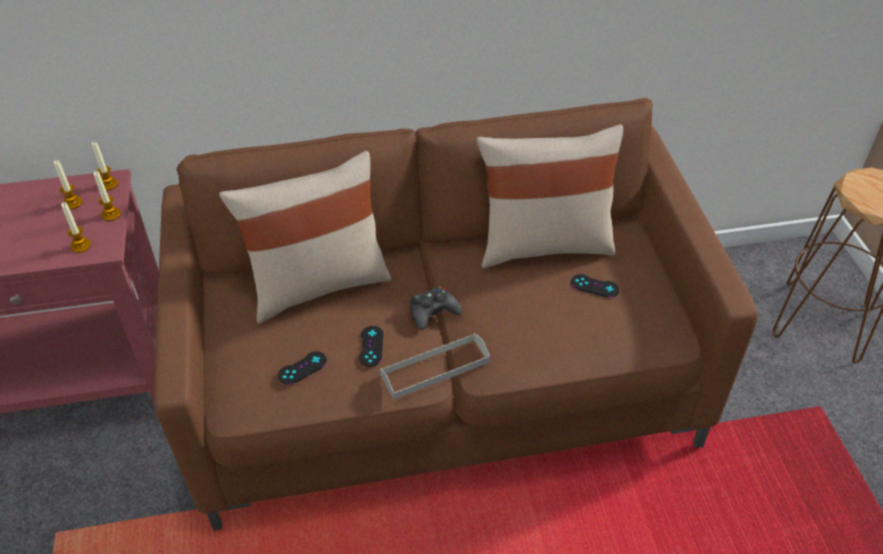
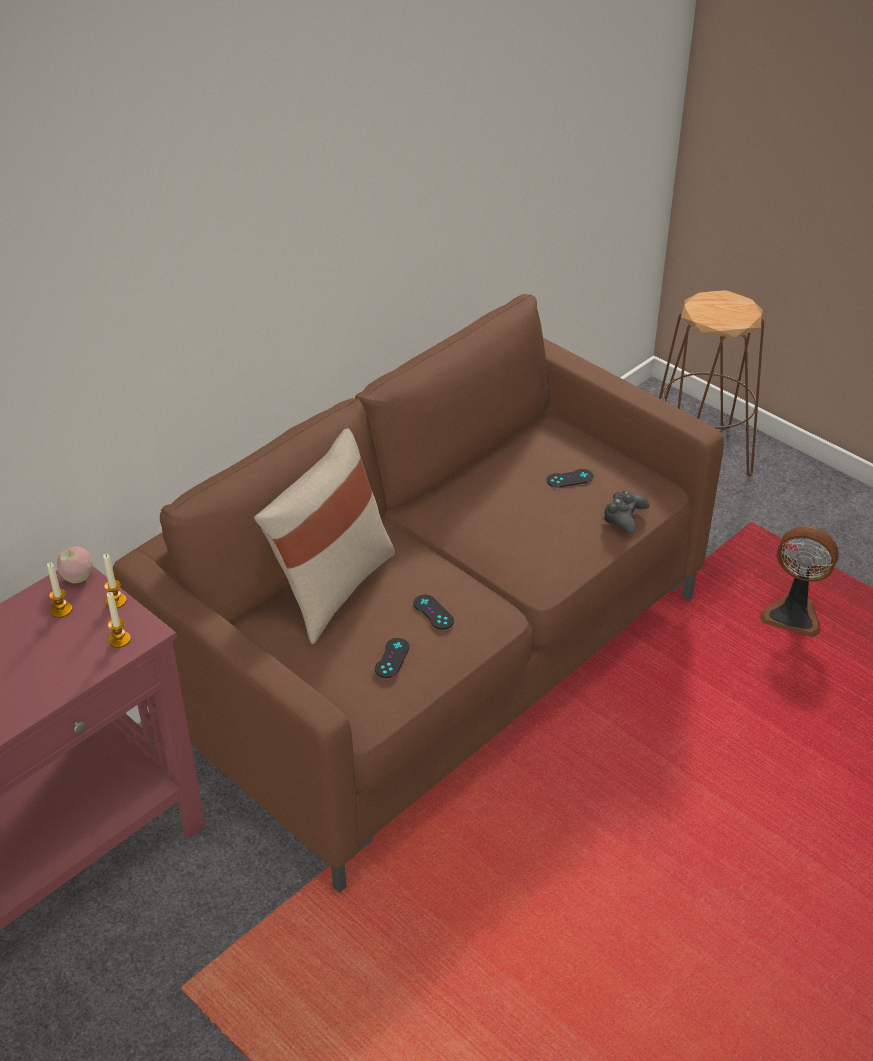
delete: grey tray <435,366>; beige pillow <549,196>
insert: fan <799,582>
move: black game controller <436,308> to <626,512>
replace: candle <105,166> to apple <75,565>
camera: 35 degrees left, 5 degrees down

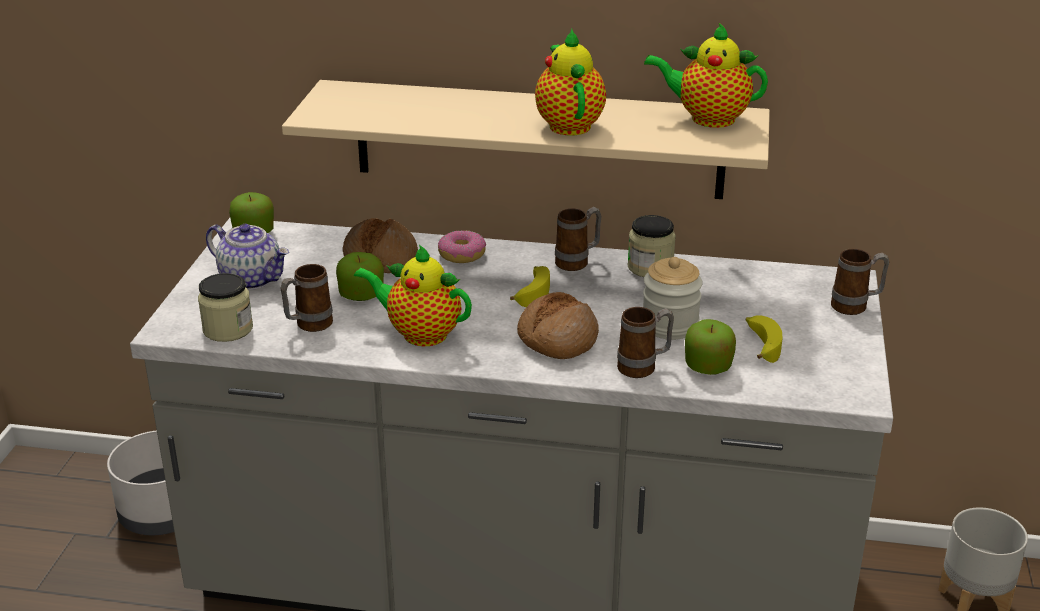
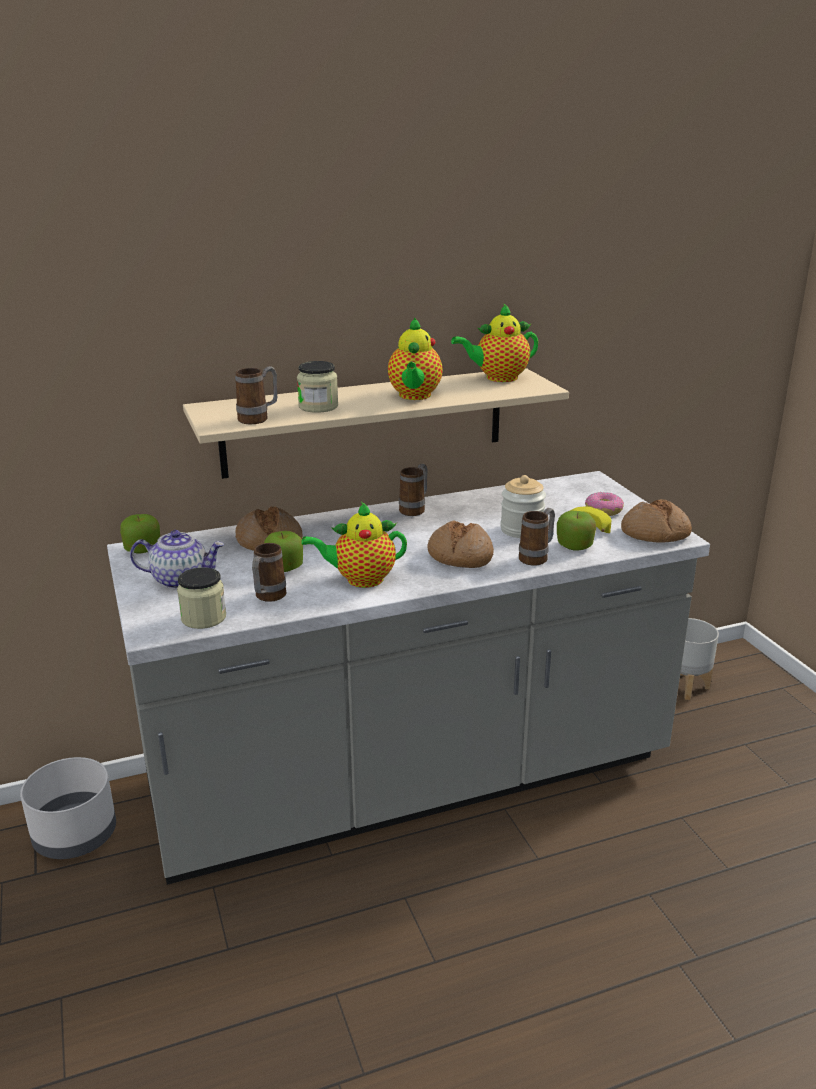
delete: banana <530,286>
insert: bread <656,521>
move: donut <462,247> to <604,504>; jar <652,246> to <317,387>; mug <860,282> to <256,395>
rotate: teapot <570,82> = <415,358> 135 degrees counterclockwise
camera: 30 degrees left, 5 degrees down

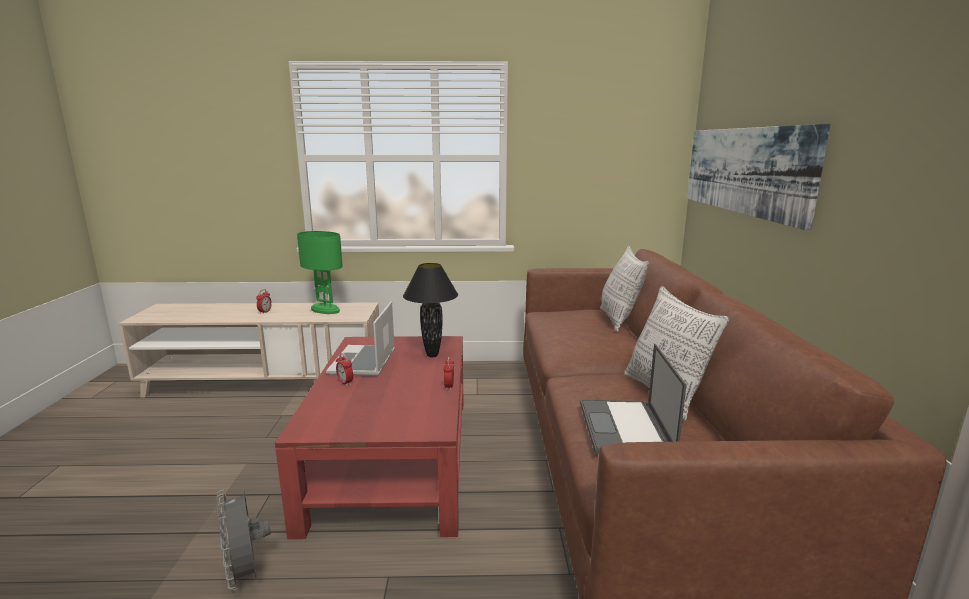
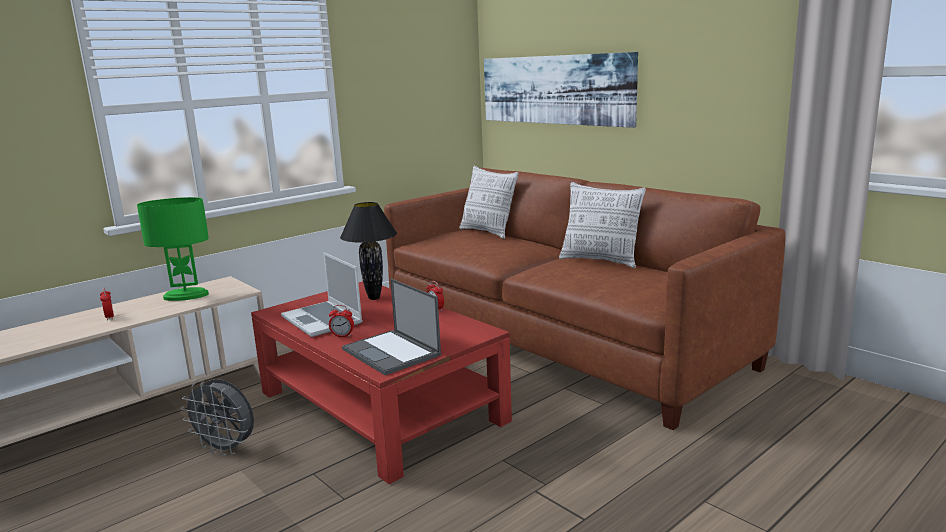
move: grey fan <243,540> to <217,417>; laptop <633,399> to <391,327>
camera: 40 degrees left, 0 degrees up

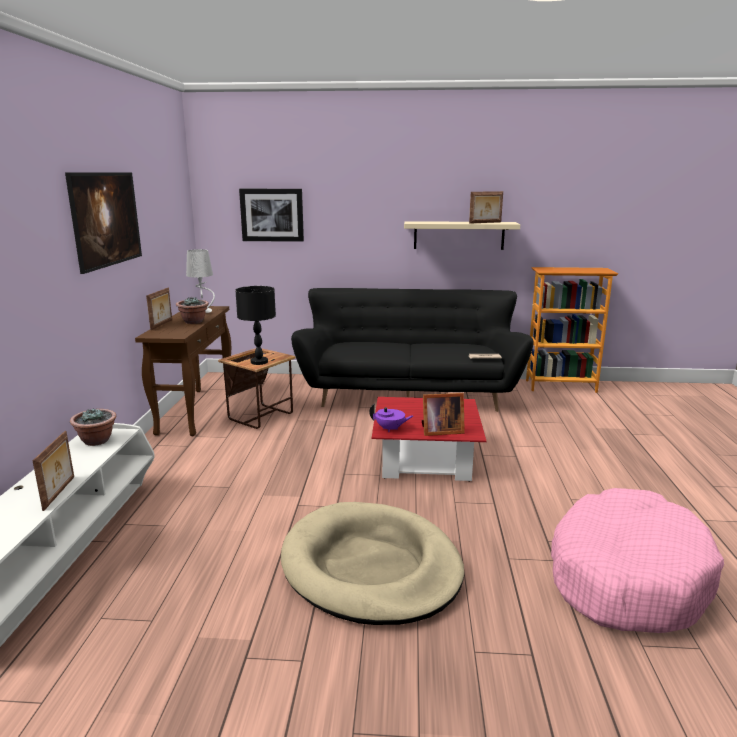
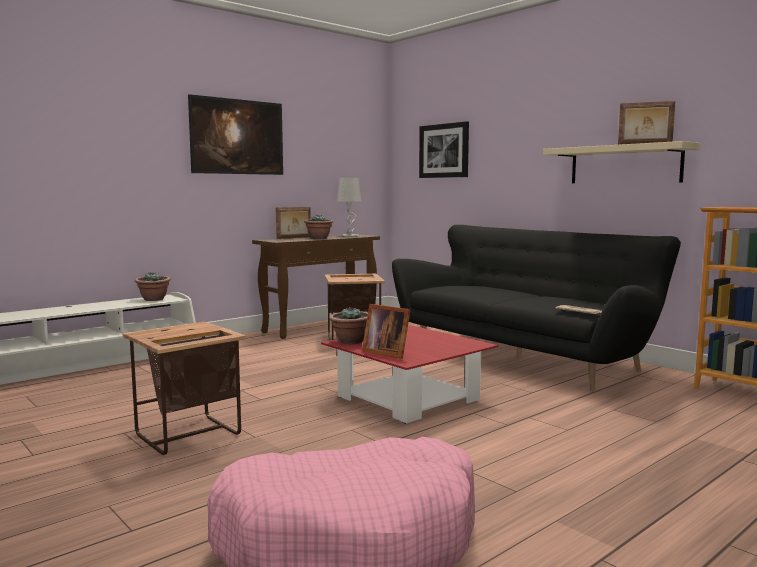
delete: picture frame <53,471>; black table lamp <255,325>
replace: beige dog bed <372,563> to side table <184,388>; purple teapot <391,417> to potted plant <348,325>
camera: 45 degrees right, 10 degrees down

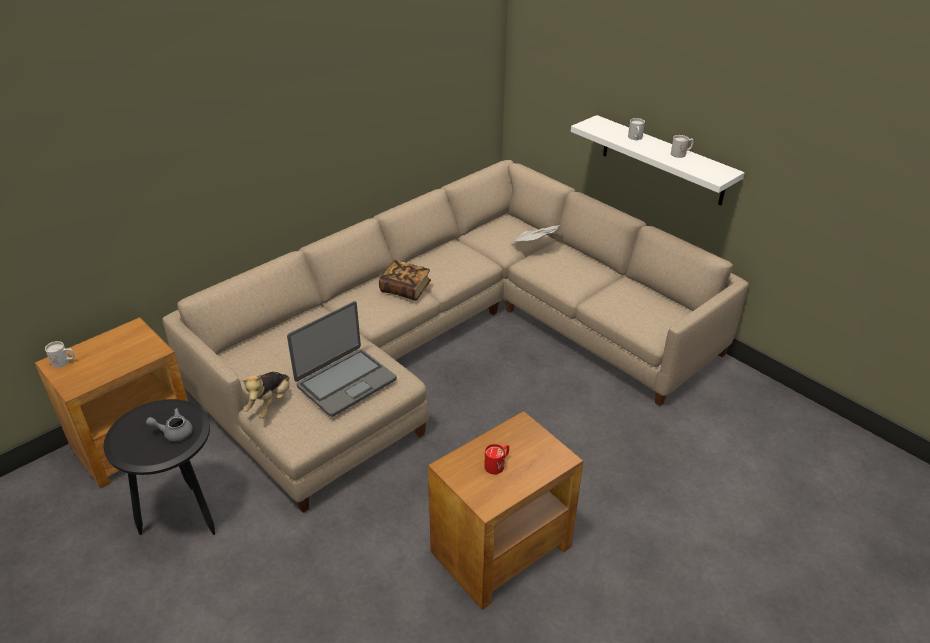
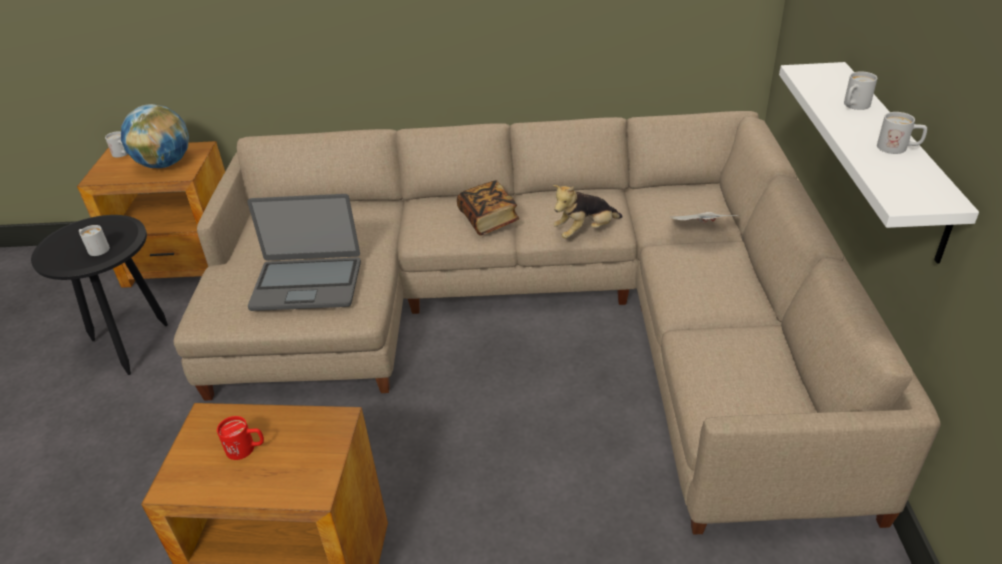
insert: globe <155,136>
move: plush toy <265,395> to <588,212>
replace: grey teapot <169,425> to white mug <94,240>
camera: 45 degrees right, 0 degrees up

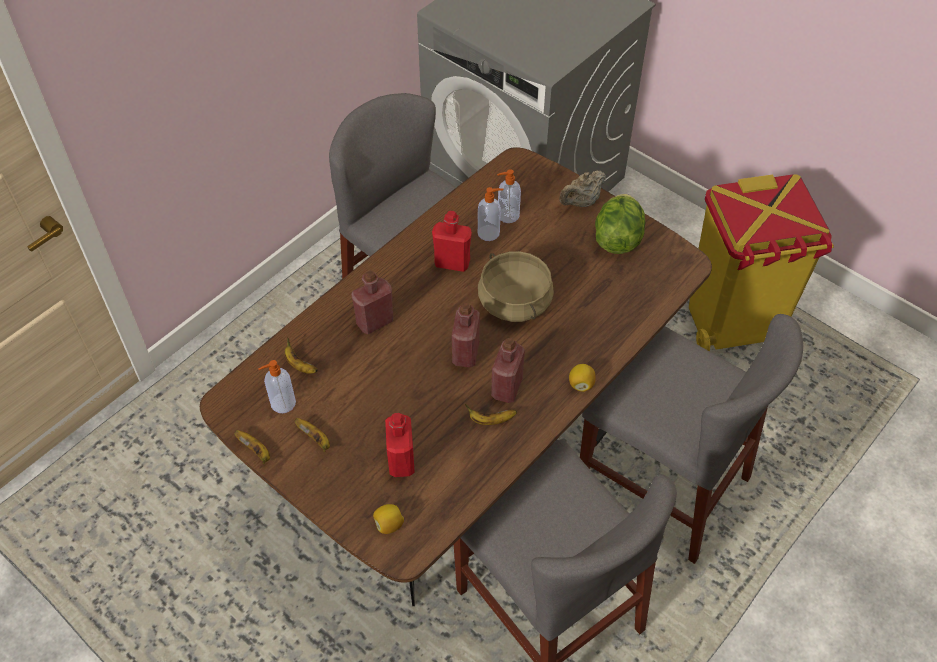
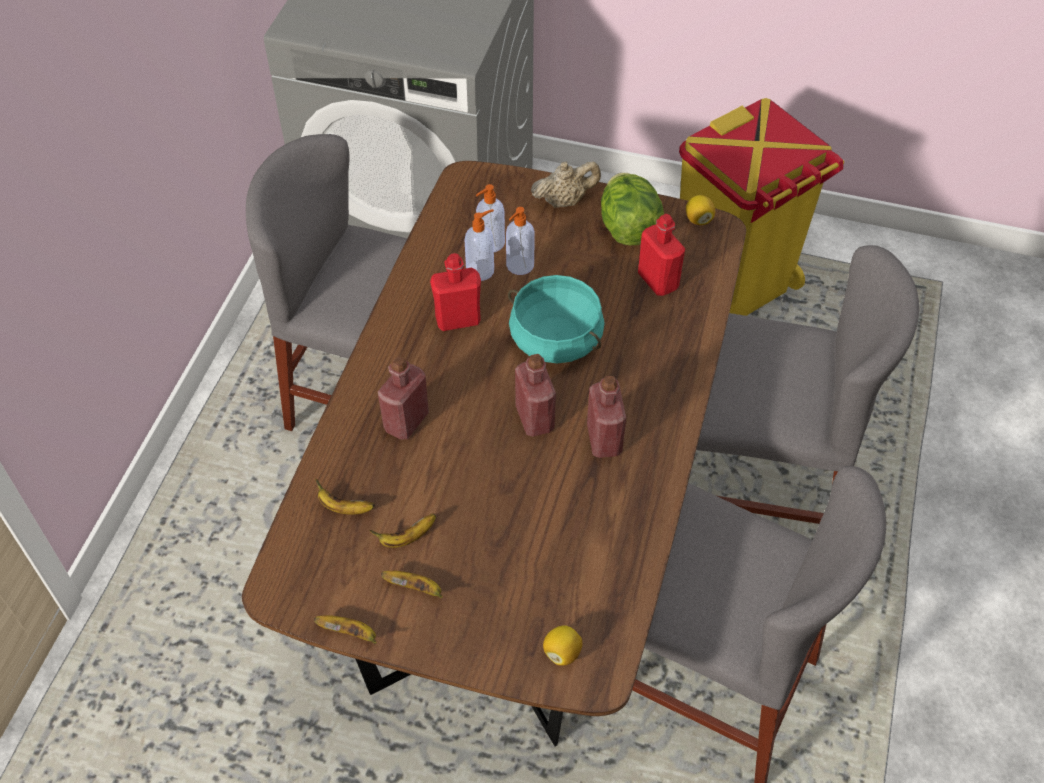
move: soap dispenser <277,386> to <520,241>; red bottle <400,445> to <661,255>; banana <491,414> to <402,530>; lemon <582,378> to <700,210>
recolor: beige cooking pot <516,286> to turquoise cooking pot <556,319>
rotate: beige teapot <582,189> = <566,184> 135 degrees counterclockwise
camera: 25 degrees left, 0 degrees up

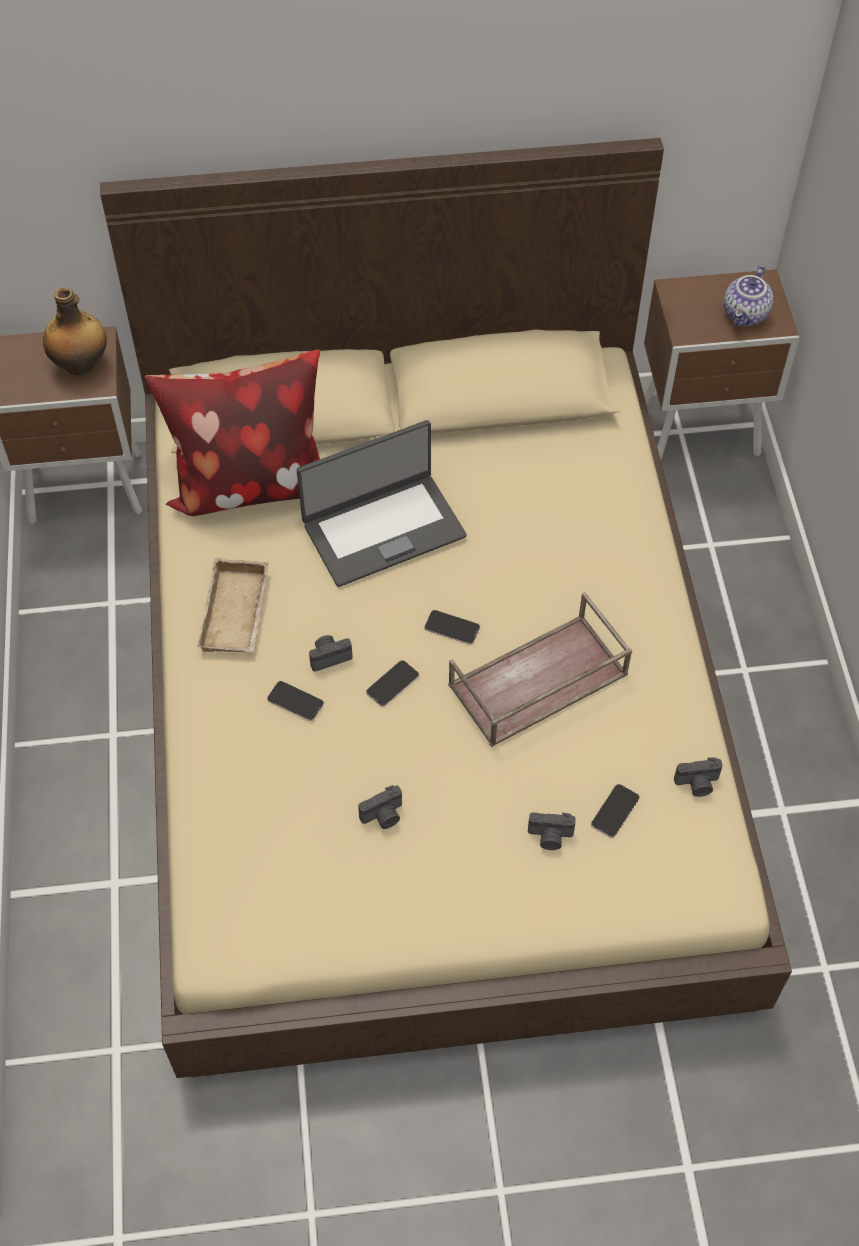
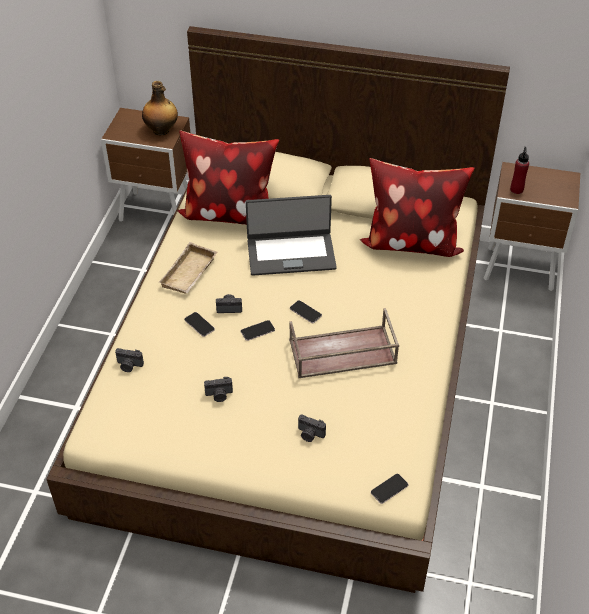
delete: teapot <748,296>
insert: pillow <417,207>; red bottle <519,170>
move: phone <615,811> to <389,489>; photo camera <698,777> to <129,360>
camera: 20 degrees right, 10 degrees down

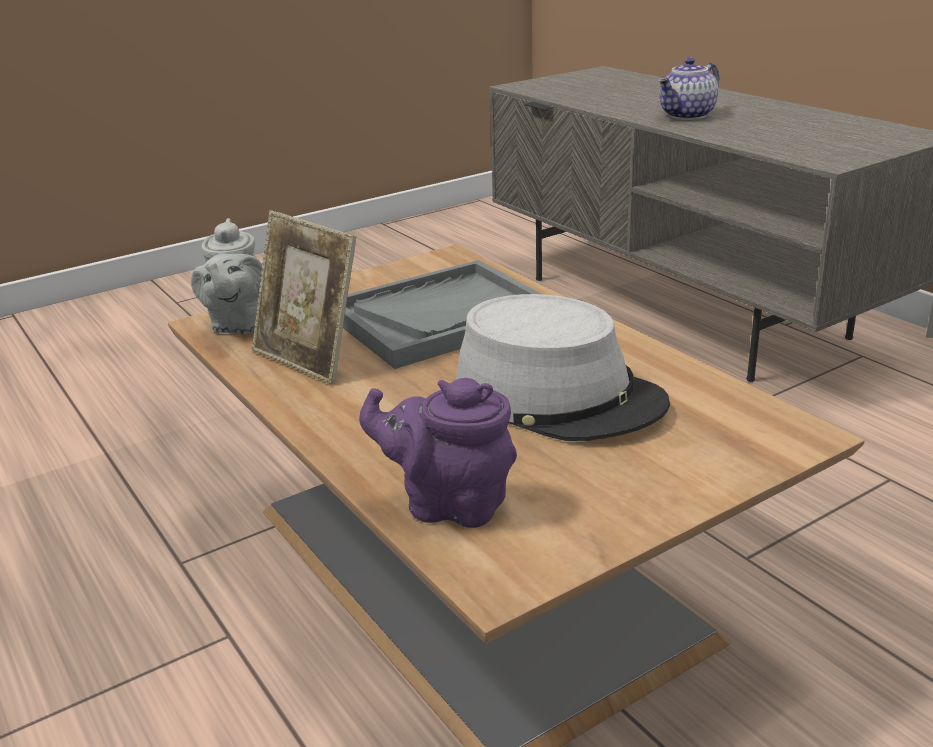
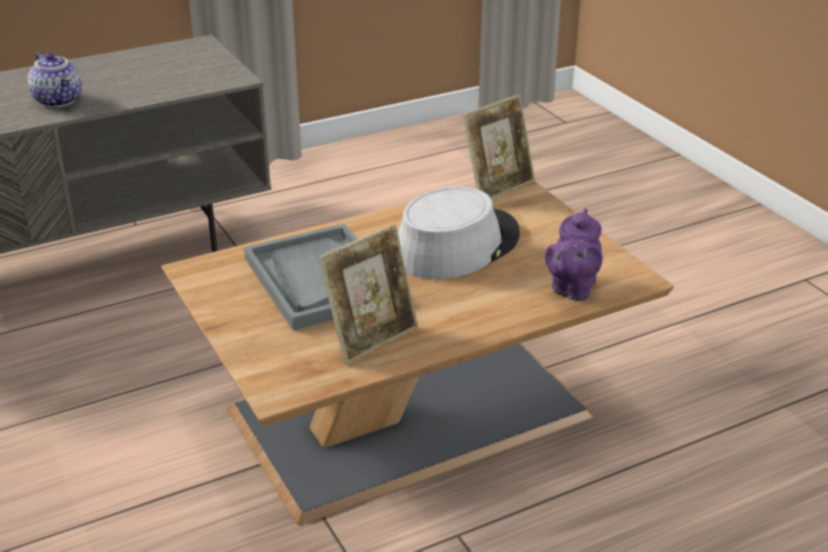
delete: grey teapot <226,276>
insert: picture frame <499,147>
camera: 85 degrees left, 5 degrees up

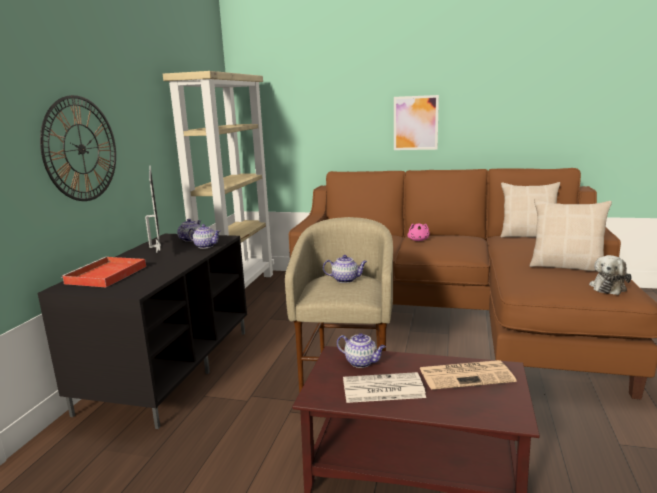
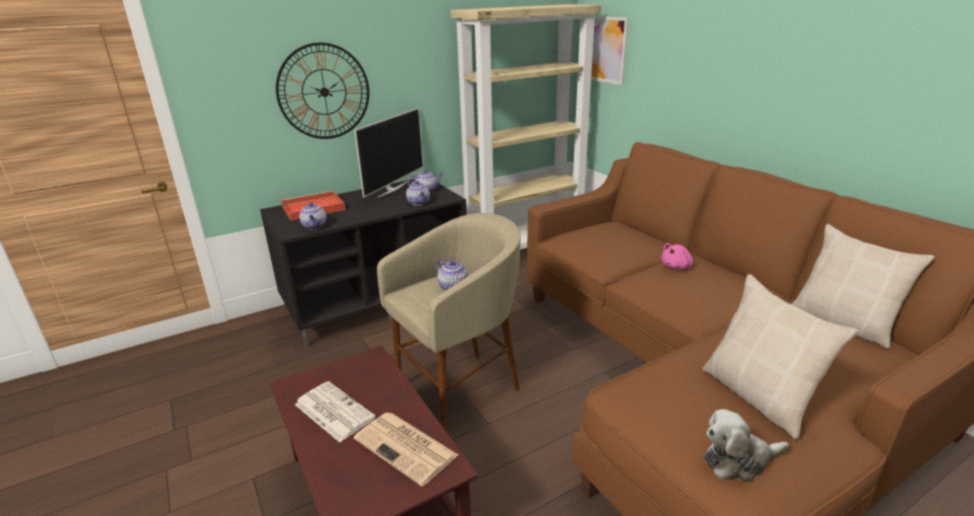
move: teapot <361,350> to <312,215>; picture <416,122> to <609,50>
camera: 45 degrees right, 10 degrees up

